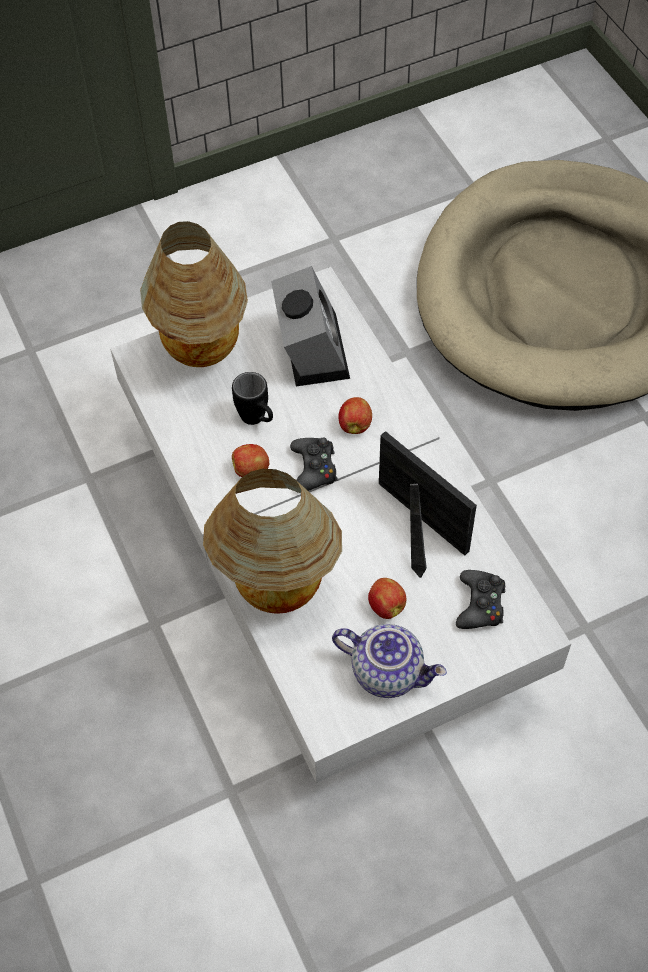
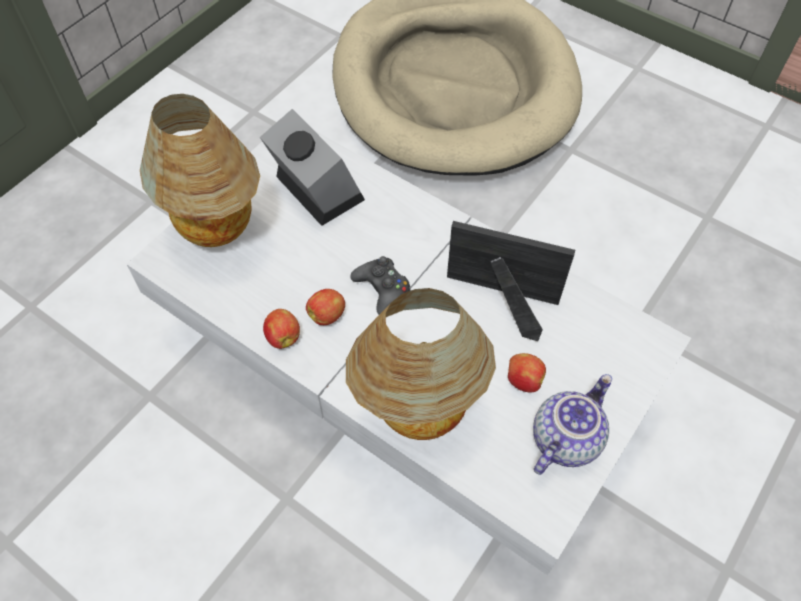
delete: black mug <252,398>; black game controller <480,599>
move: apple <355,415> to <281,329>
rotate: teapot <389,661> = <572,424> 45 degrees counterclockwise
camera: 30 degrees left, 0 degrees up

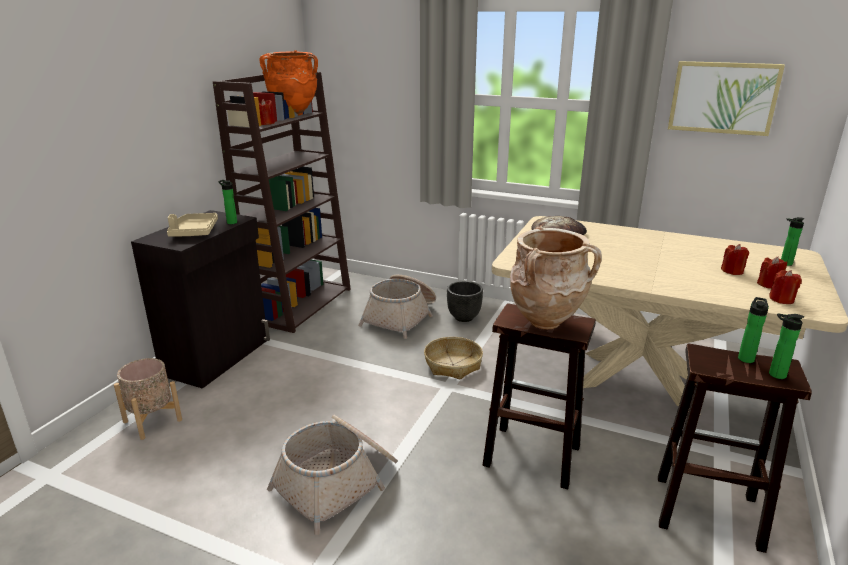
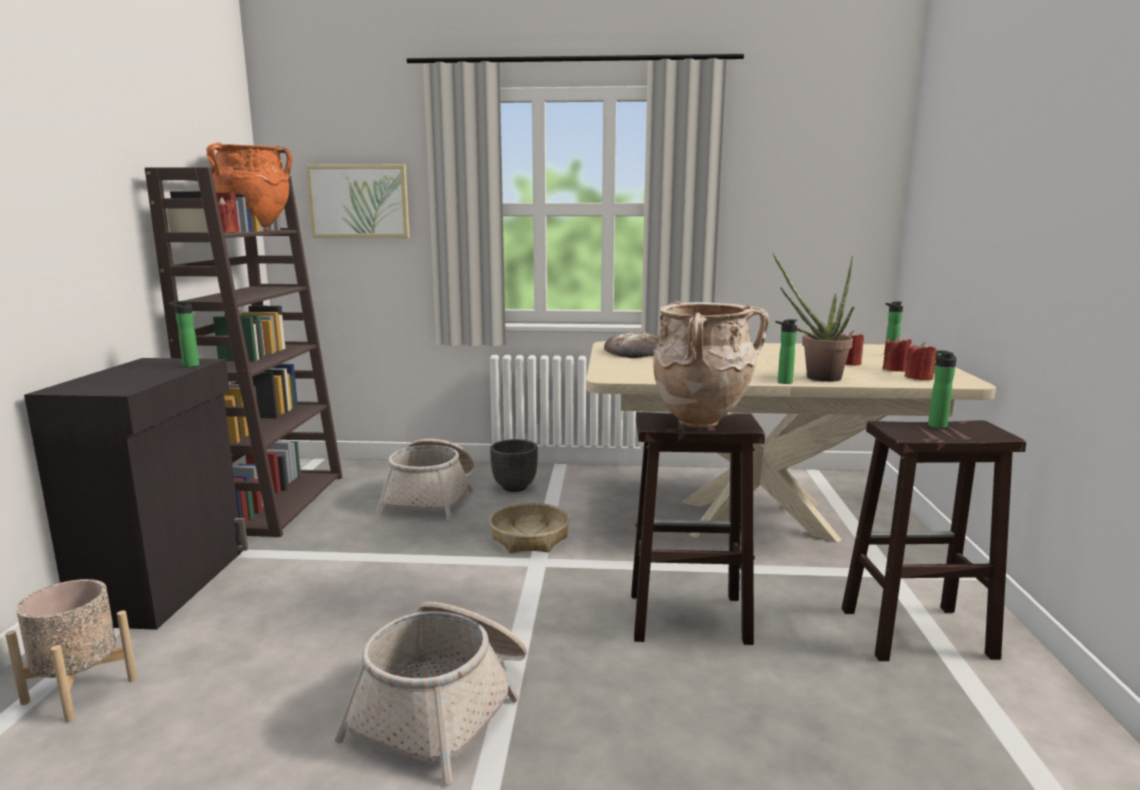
delete: beige tray <192,225>
insert: potted plant <813,317>
move: picture <726,98> to <358,201>; bottle <786,346> to <786,351>
camera: 20 degrees left, 10 degrees down

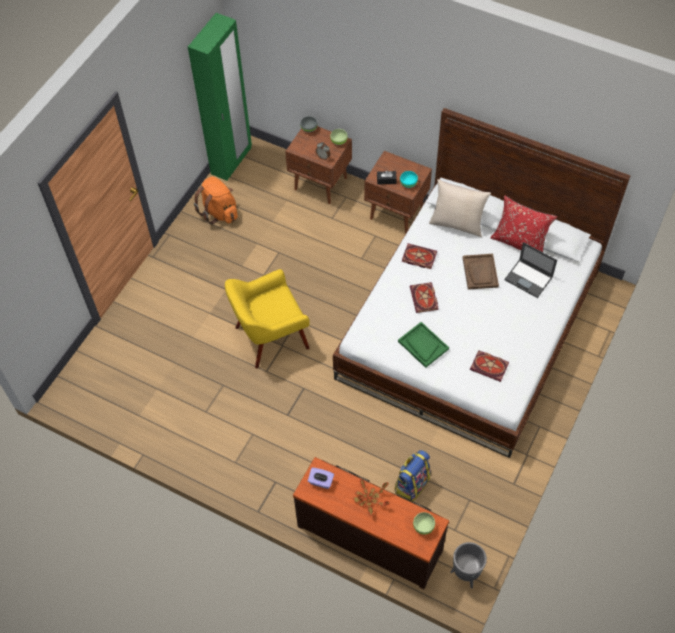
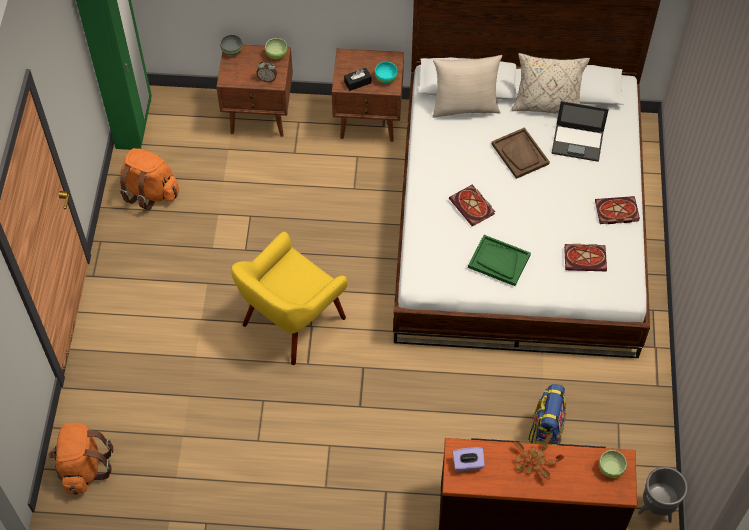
insert: orange backpack <80,458>
move: book <419,256> to <617,210>
recolor: red pillow <524,223> to beige pillow <550,83>
camera: 25 degrees left, 0 degrees up

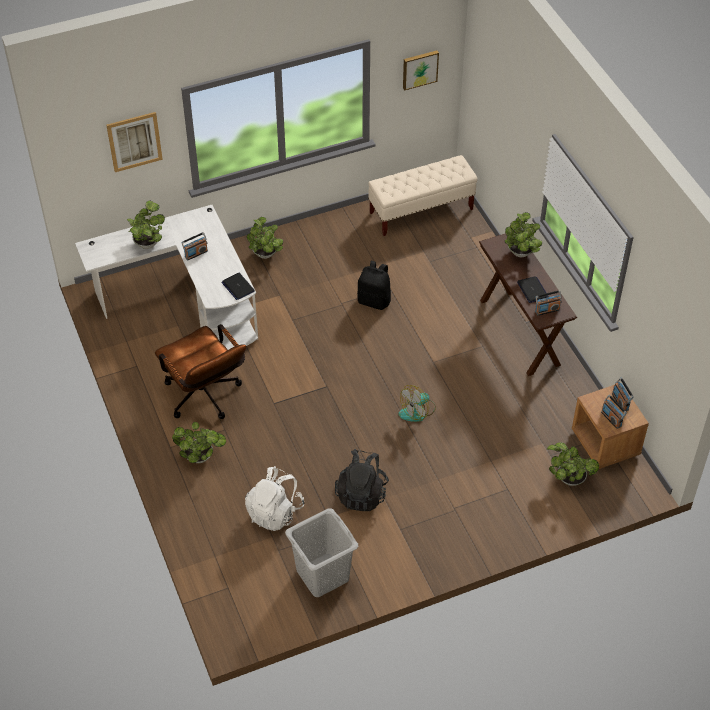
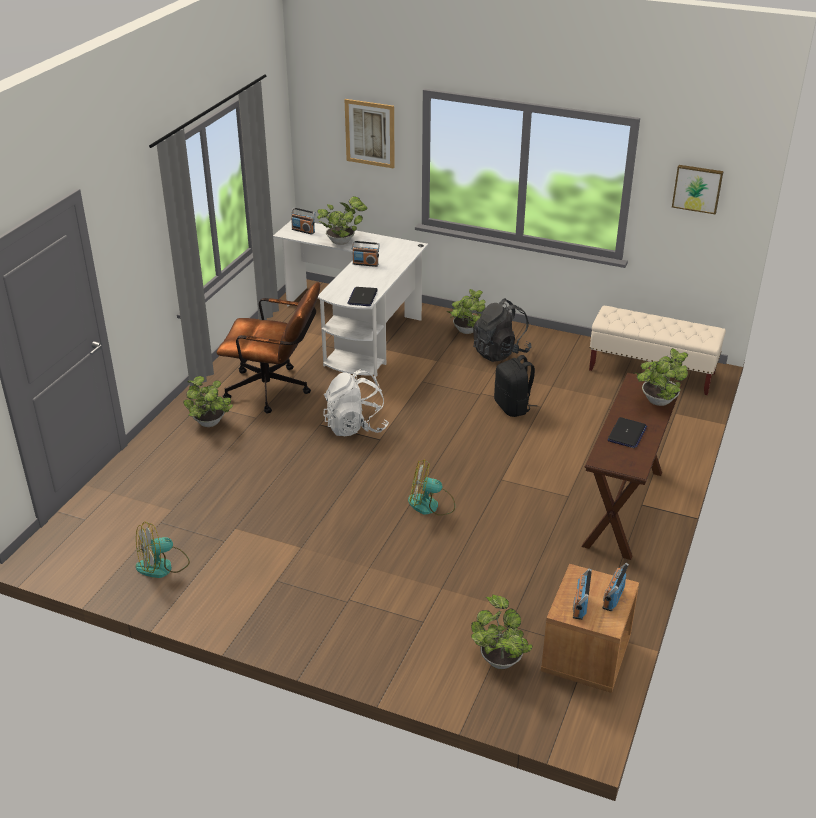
move: white backpack <274,498> to <356,402>; black backpack <362,480> to <502,330>; radio <548,303> to <303,221>
replace: grey laundry basket <321,552> to fan <163,550>
rotate: brown office chair <200,371> = <268,347> 90 degrees counterclockwise
camera: 45 degrees right, 15 degrees down

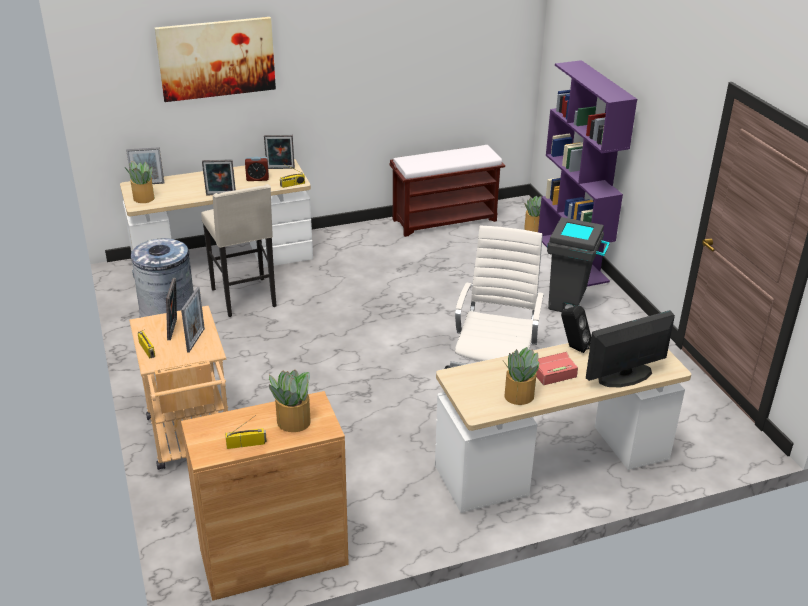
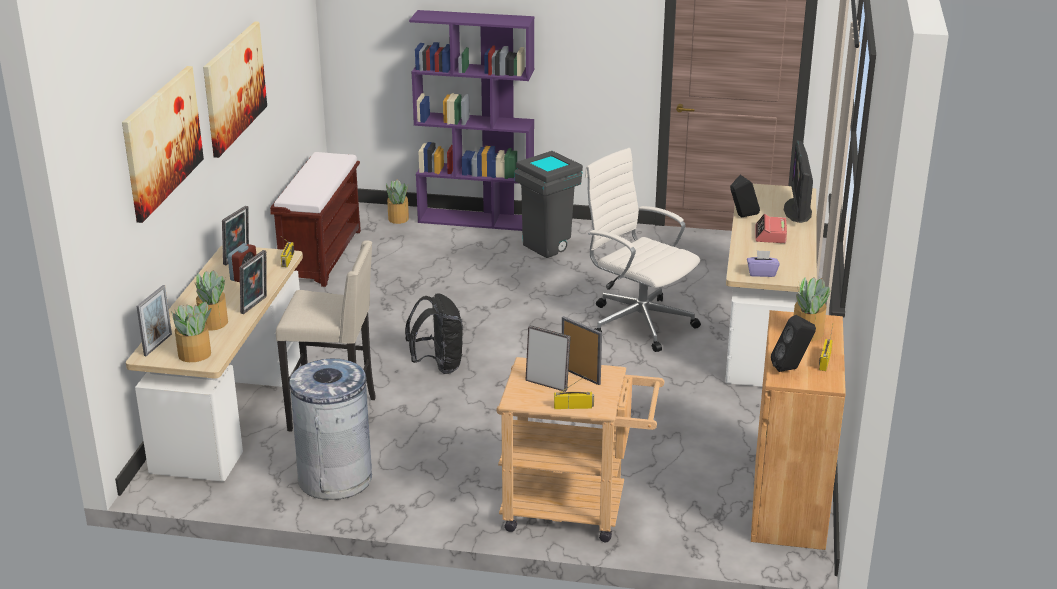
insert: picture <235,89>; black backpack <434,333>; purple tissue box <763,263>; black speaker <793,343>
move: potted plant <521,376> to <211,300>
camera: 60 degrees left, 5 degrees down

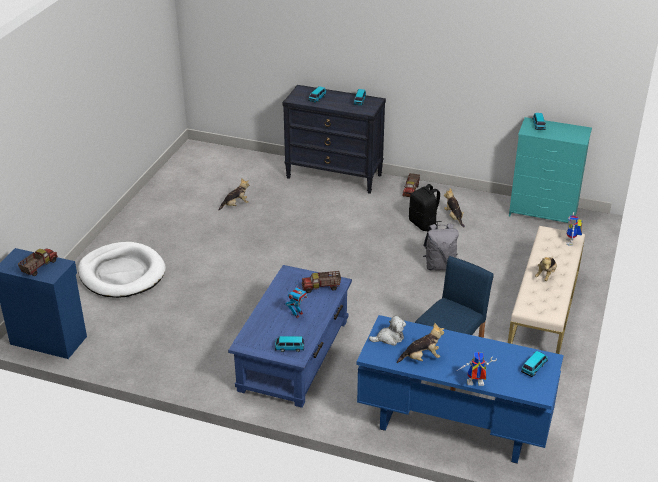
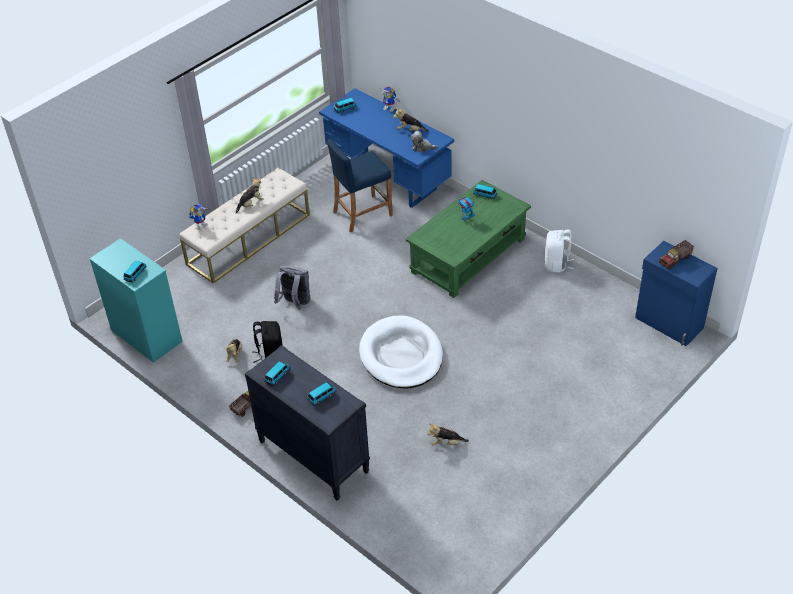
delete: toy truck <321,282>
insert: white backpack <559,251>
move: white dog bed <122,270> to <401,352>
recolor: blue coffee table <290,336> to green coffee table <468,239>
camera: 155 degrees left, 10 degrees up

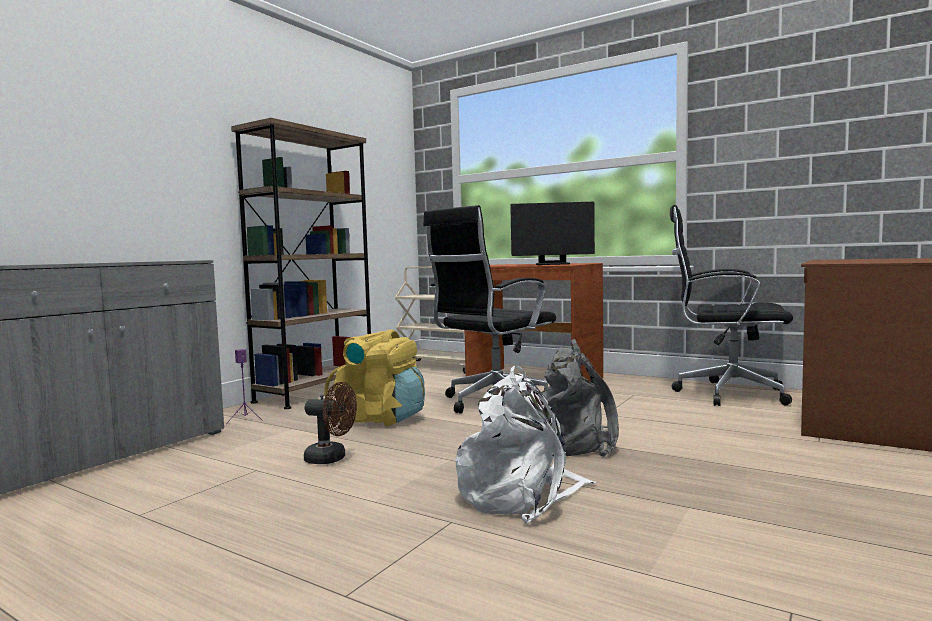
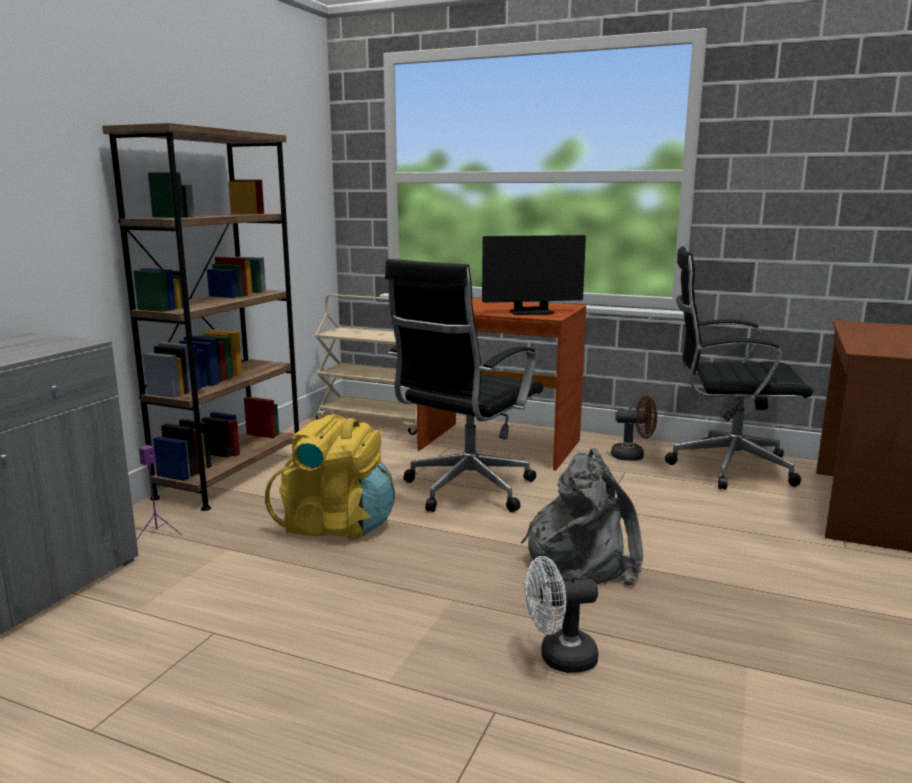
move: brown fan <330,423> to <634,428>
replace: white backpack <525,444> to white fan <561,614>
camera: 10 degrees left, 10 degrees up

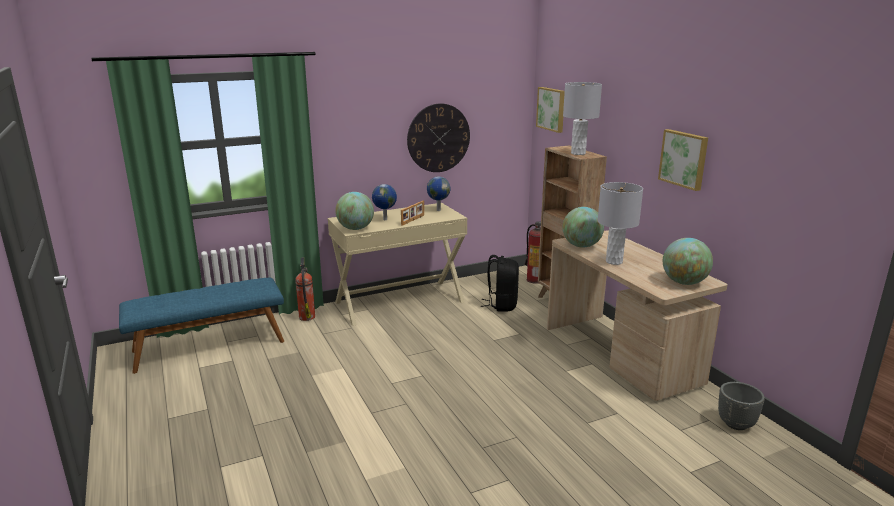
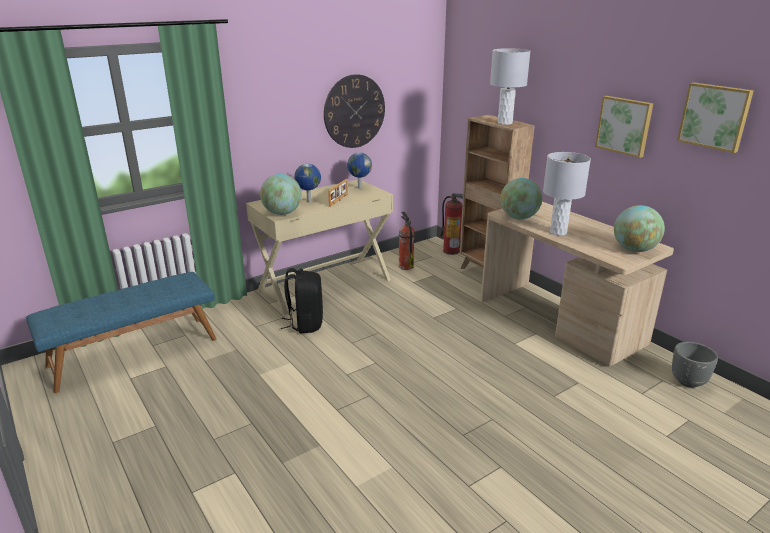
move: fire extinguisher <305,289> to <407,240>; black backpack <500,283> to <302,300>; picture <550,110> to <715,117>
camera: 10 degrees left, 5 degrees up

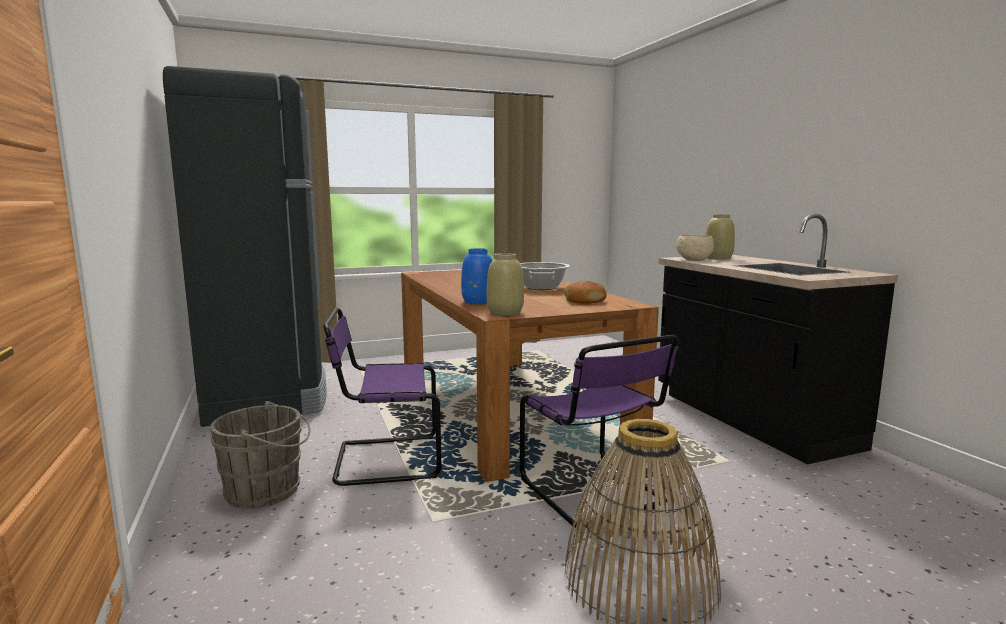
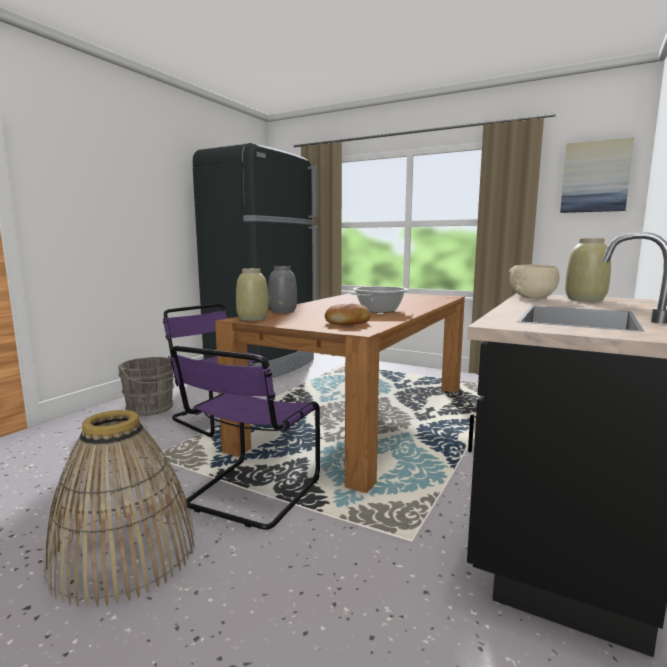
insert: picture <597,175>
recolor: blue vase <477,276> to grey vase <282,289>
camera: 50 degrees right, 0 degrees up

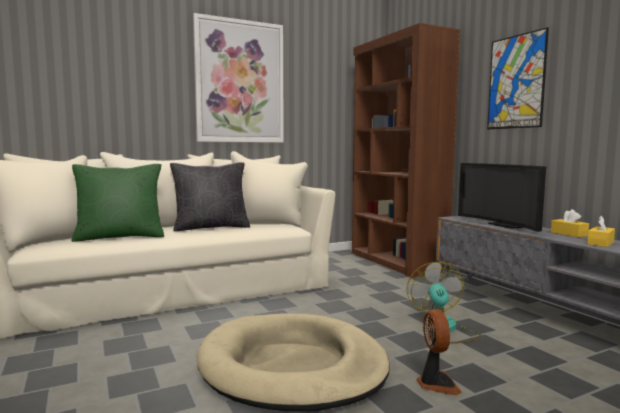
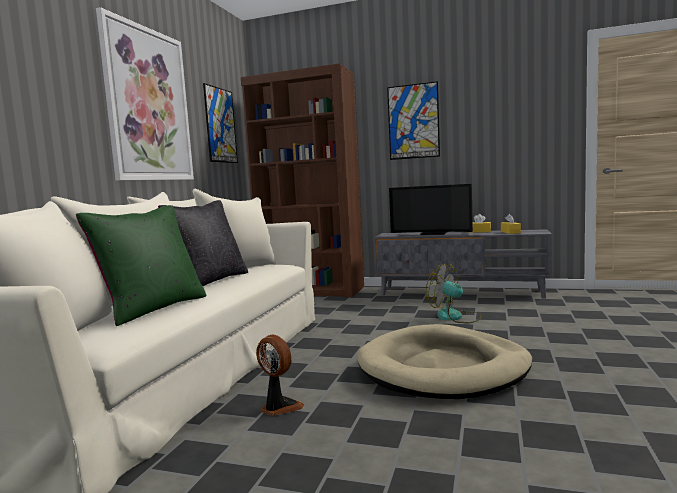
insert: picture <220,123>
move: fan <439,352> to <280,375>
camera: 45 degrees left, 0 degrees up

